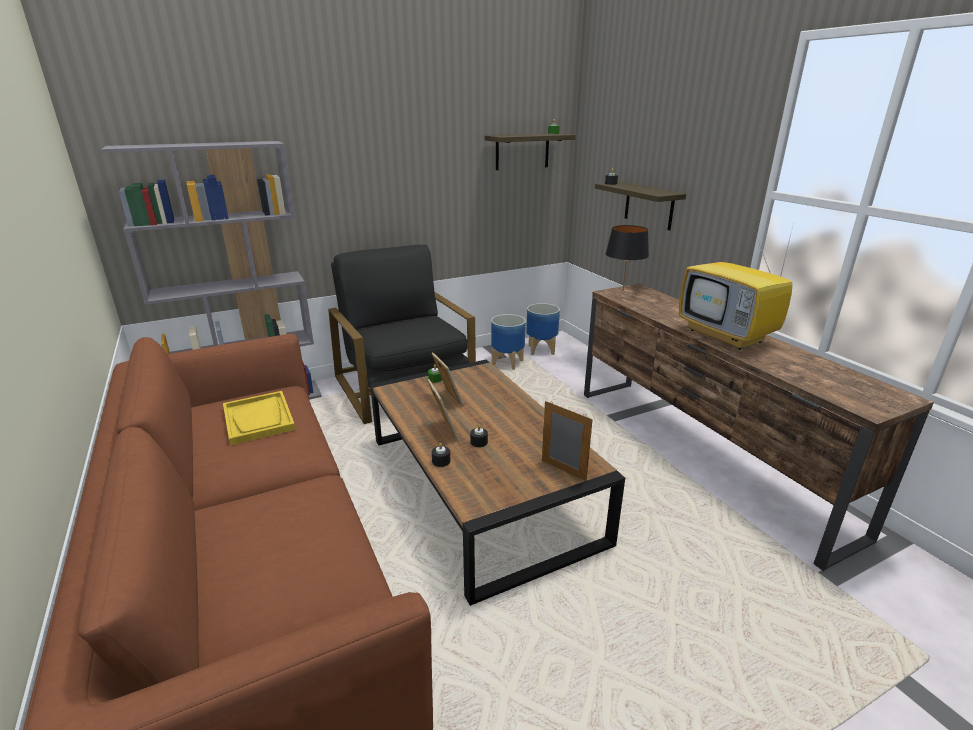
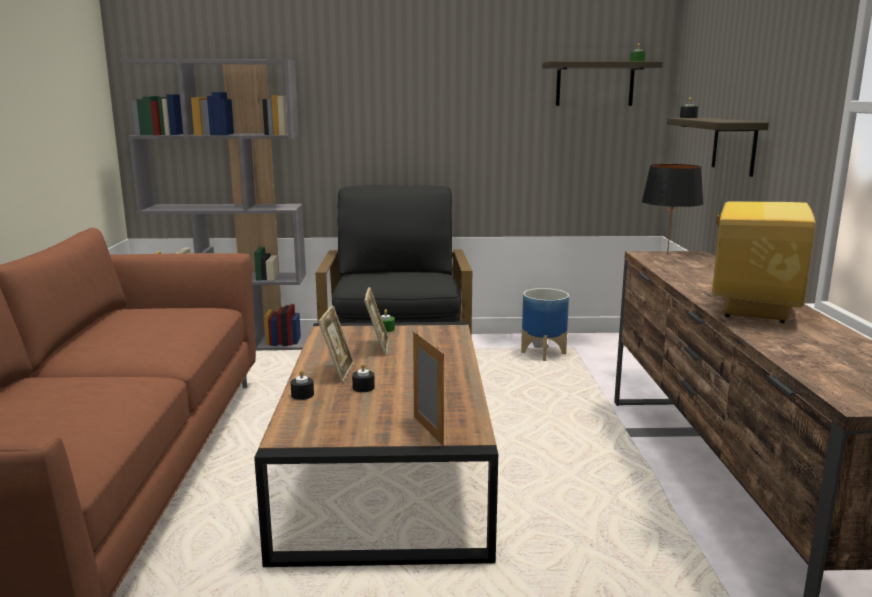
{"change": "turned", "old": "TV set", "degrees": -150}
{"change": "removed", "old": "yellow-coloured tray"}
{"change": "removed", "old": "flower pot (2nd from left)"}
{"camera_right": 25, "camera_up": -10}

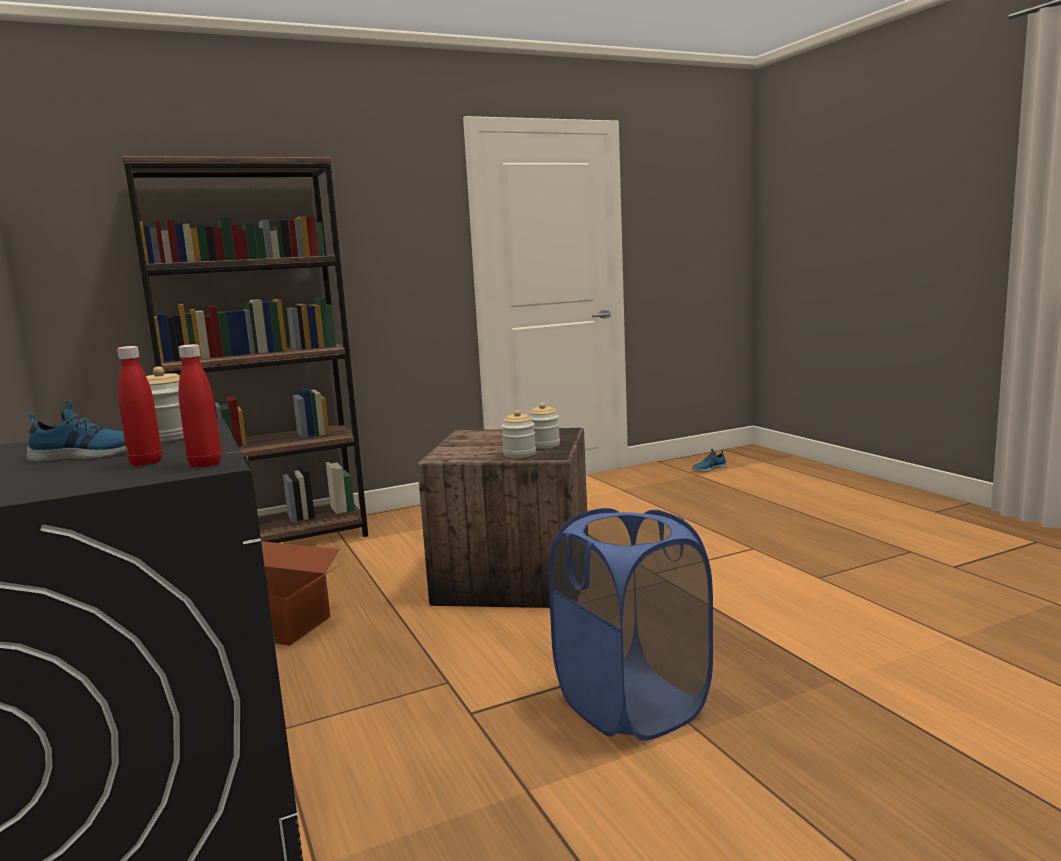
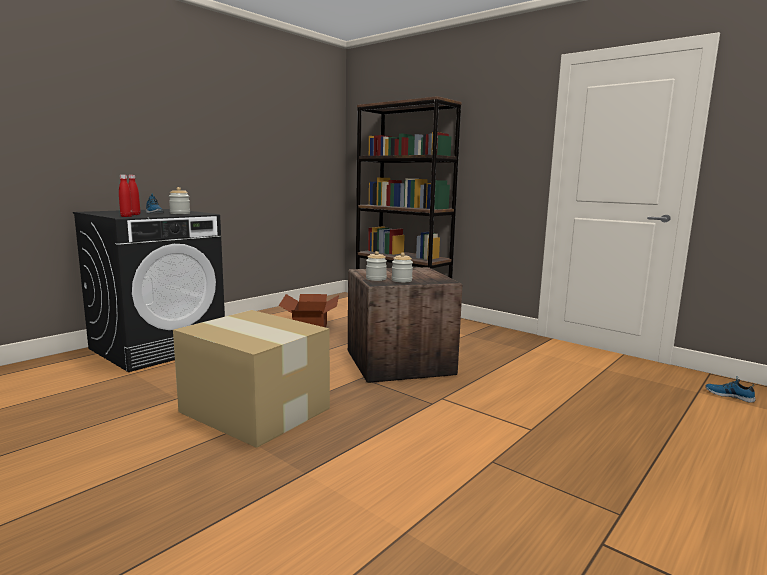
{"change": "replaced", "old": "blue-coloured hamper", "new": "cardboard box (1st from left)"}
{"camera_right": 65, "camera_up": 0}

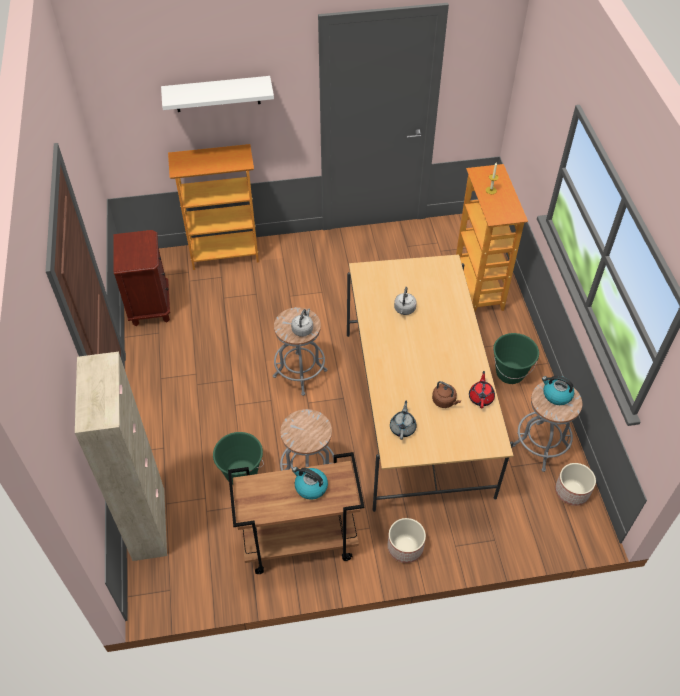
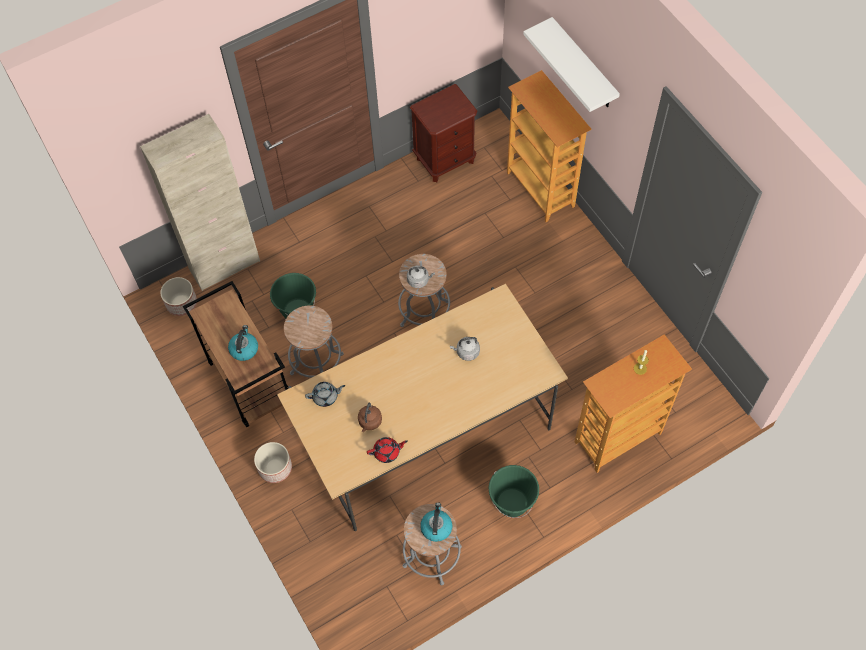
{"change": "moved", "old": "flower pot (2nd from left in the first image)", "new": "flower pot (1st from left)"}
{"camera_right": 70, "camera_up": 10}

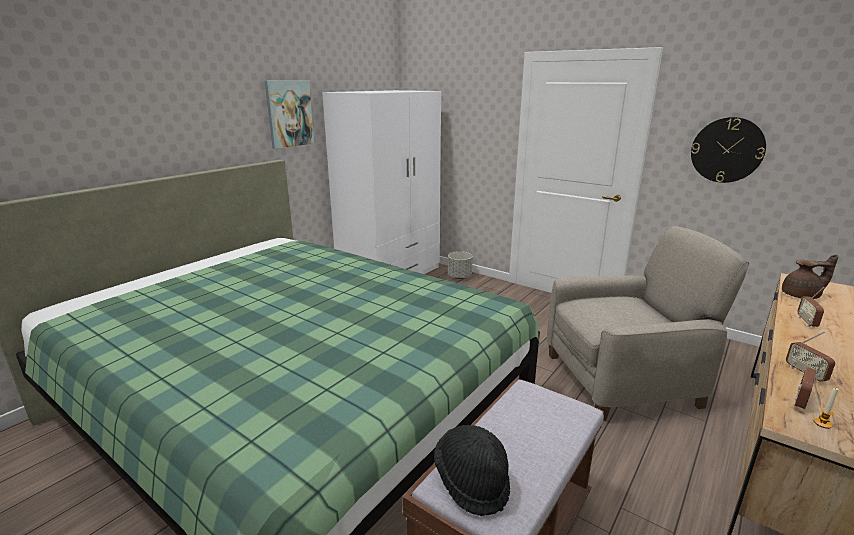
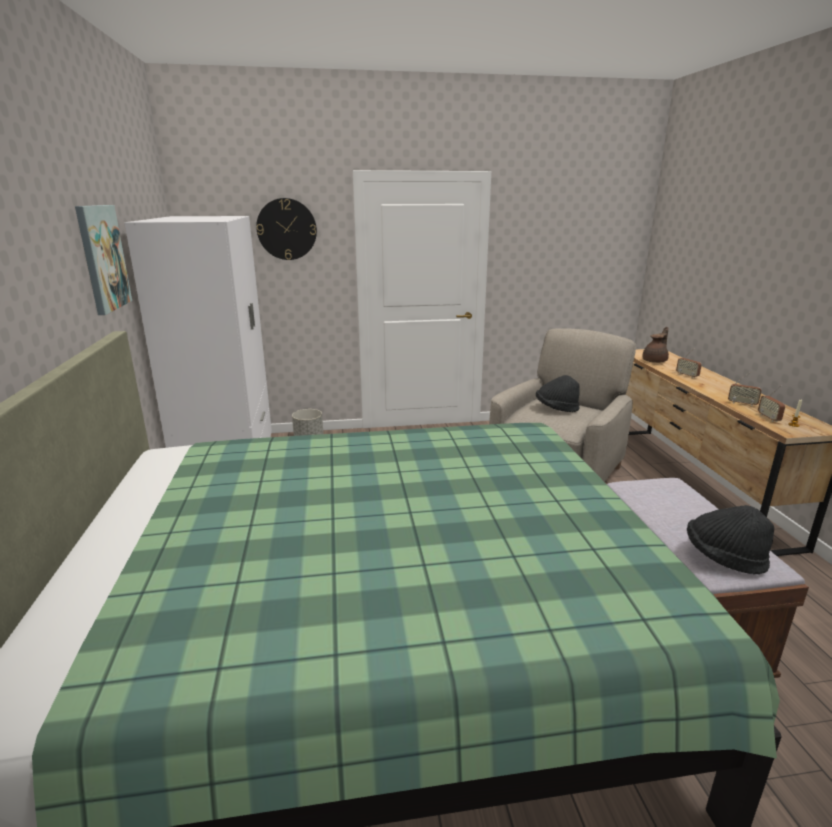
{"change": "moved", "old": "clock on the wall"}
{"change": "added", "new": "black clothing hat (1st from left)"}
{"camera_right": -45, "camera_up": 0}

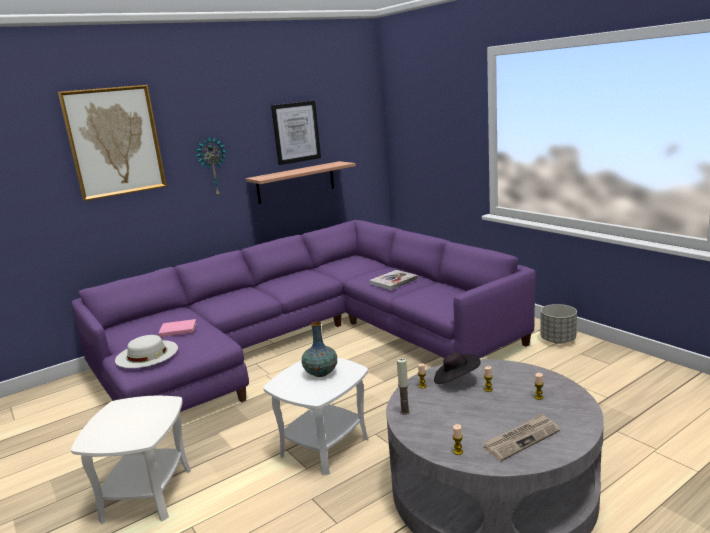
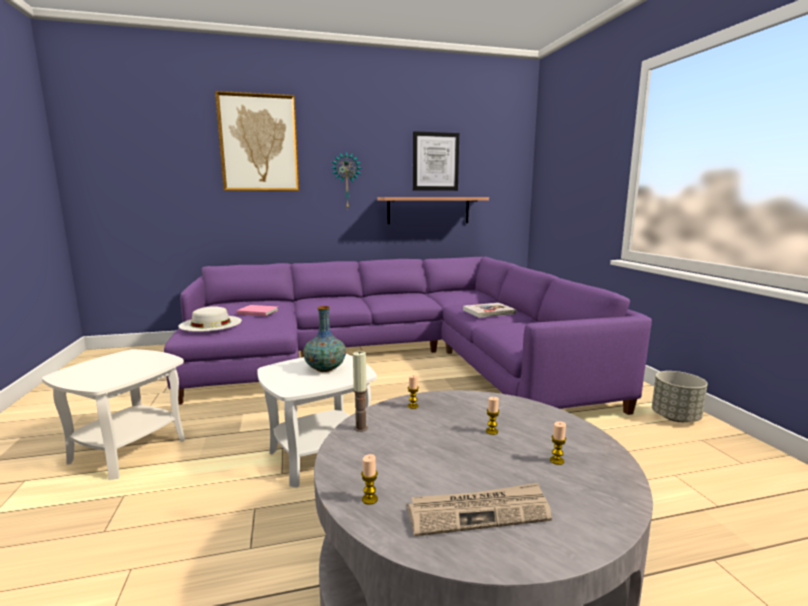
{"change": "removed", "old": "black clothing hat"}
{"camera_right": 20, "camera_up": -5}

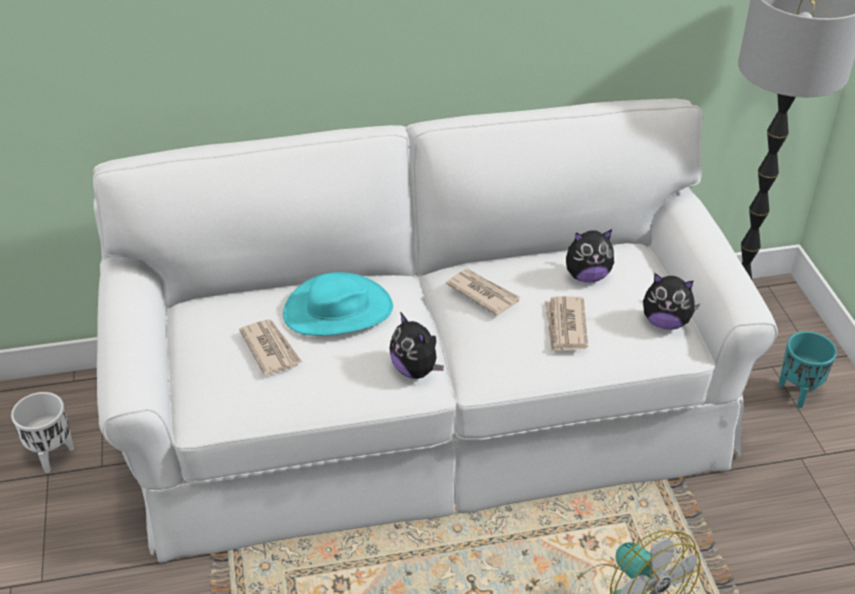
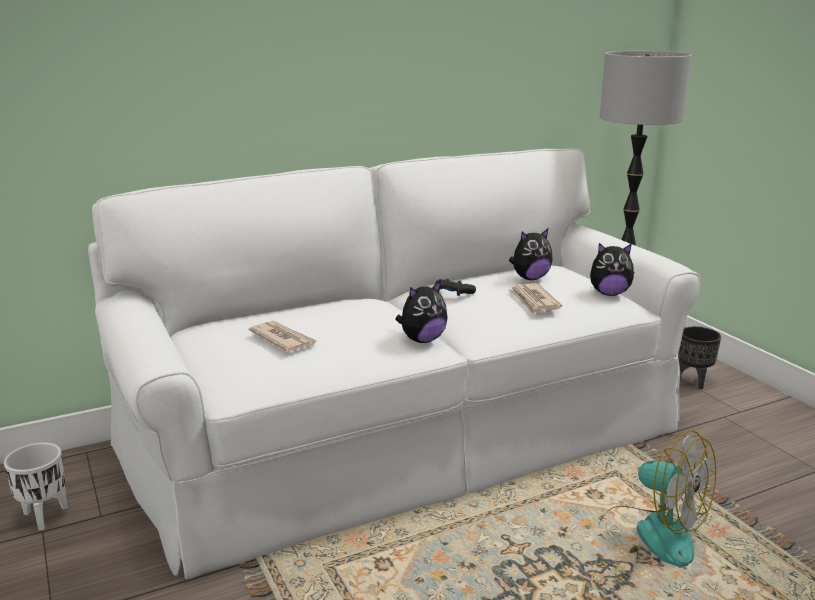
{"change": "turned", "old": "plush toy (1st from left)", "degrees": -75}
{"change": "replaced", "old": "printed paper (2nd from left)", "new": "black gamepad"}
{"change": "recoloured", "old": "turquoise flower pot", "new": "black flower pot"}
{"change": "removed", "old": "turquoise clothing hat"}
{"camera_right": -15, "camera_up": -20}

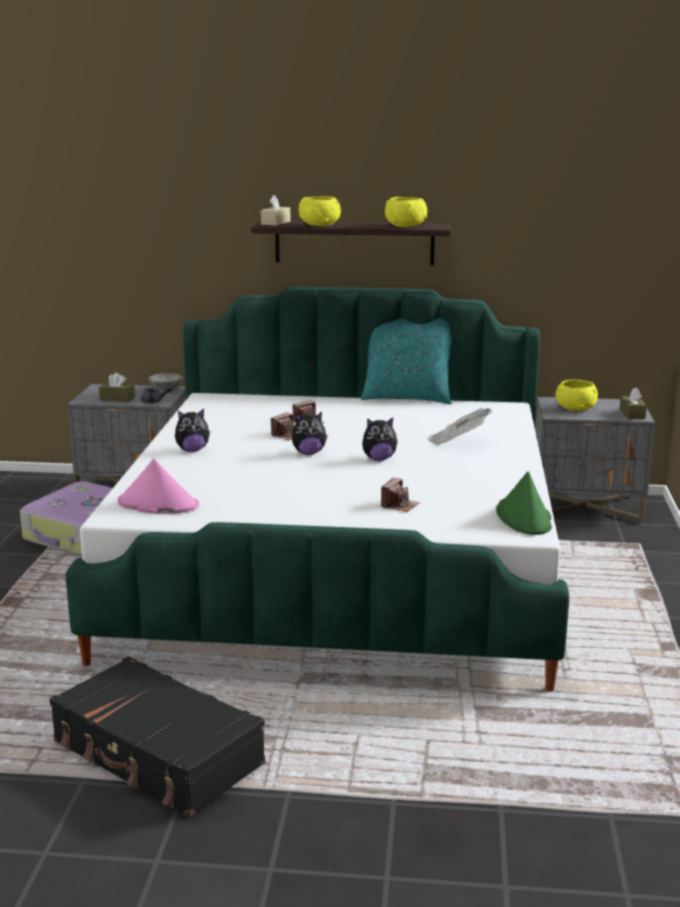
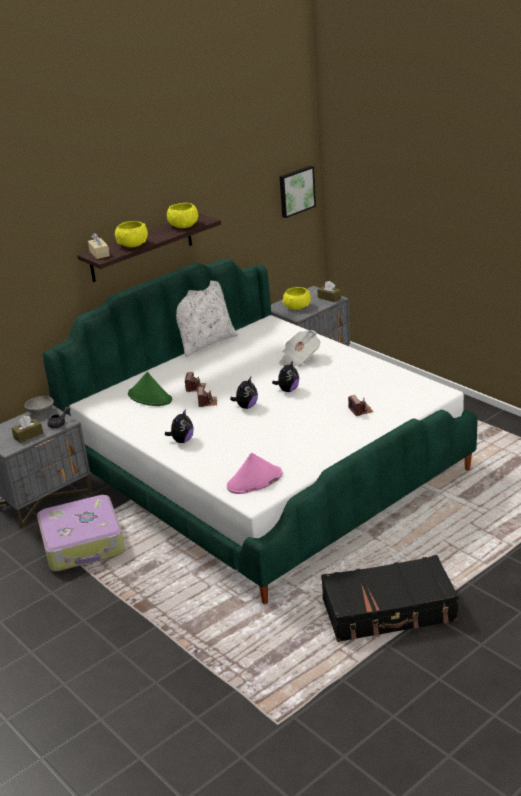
{"change": "moved", "old": "green-coloured clothing hat"}
{"change": "recoloured", "old": "turquoise pillow", "new": "white pillow"}
{"change": "added", "new": "picture"}
{"camera_right": -45, "camera_up": 10}

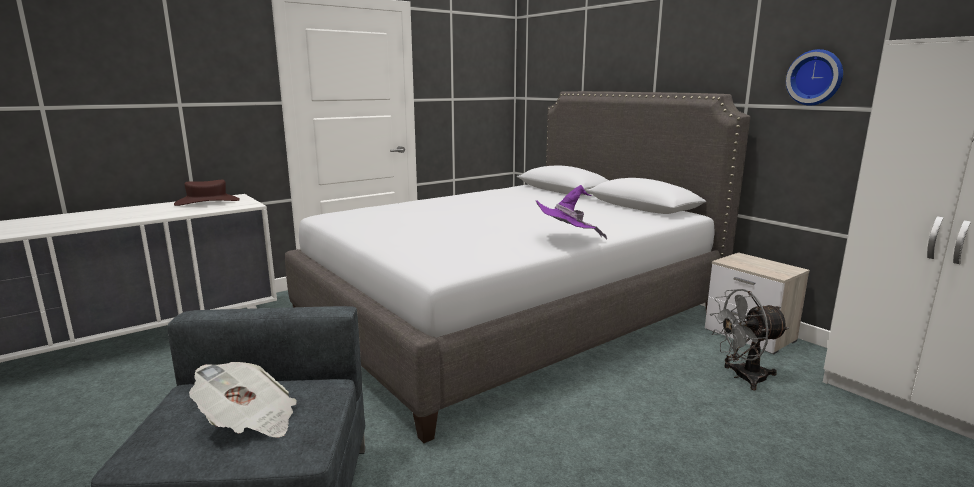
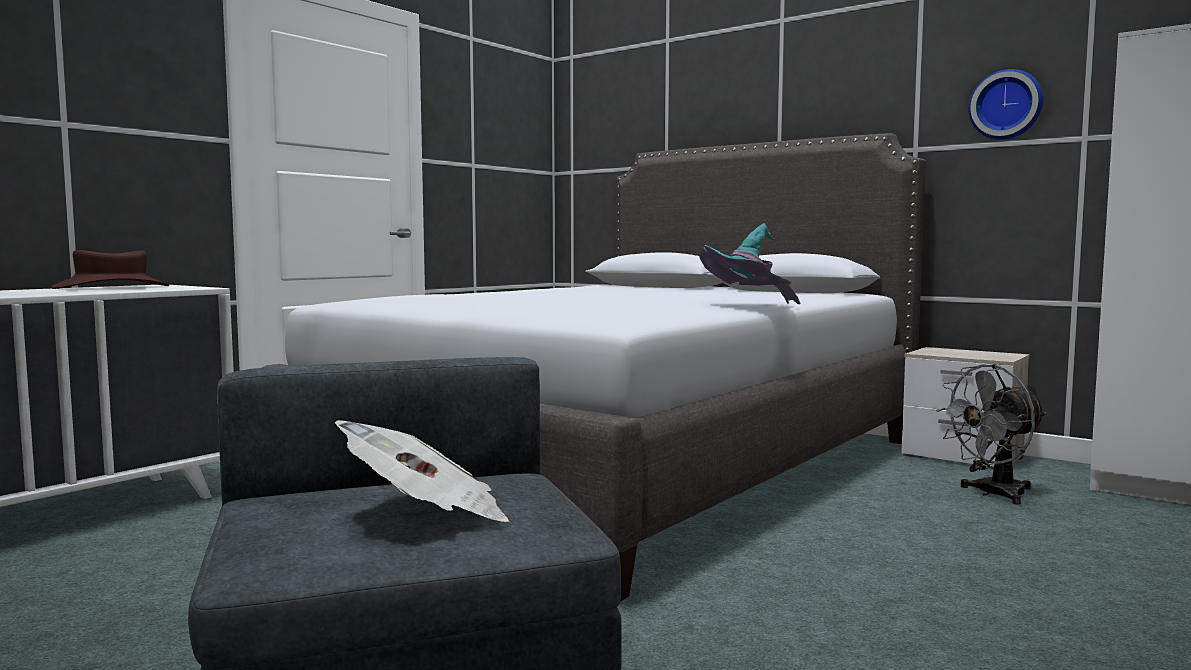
{"change": "recoloured", "old": "purple-coloured clothing hat", "new": "turquoise clothing hat"}
{"camera_right": -15, "camera_up": -10}

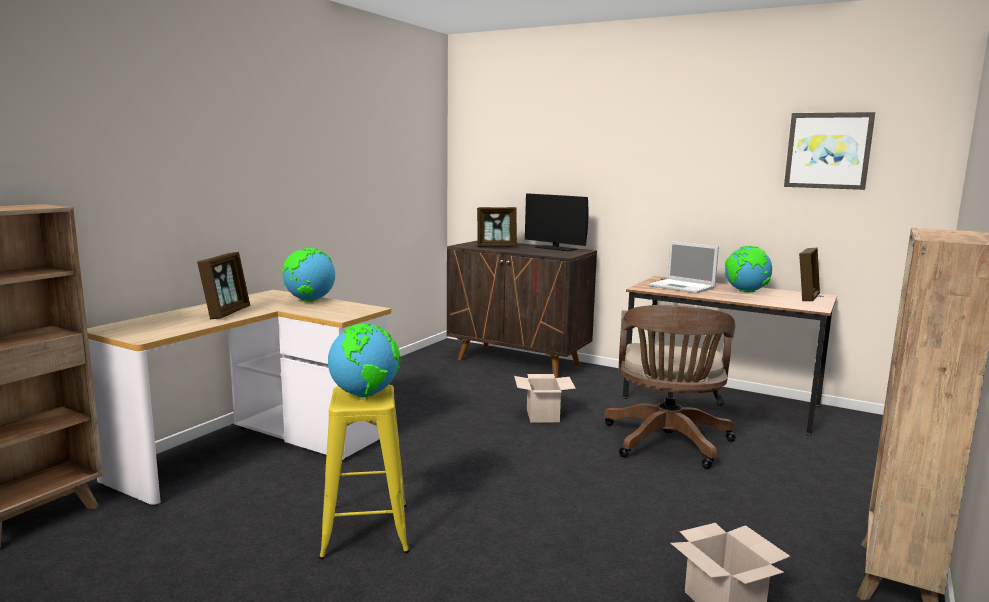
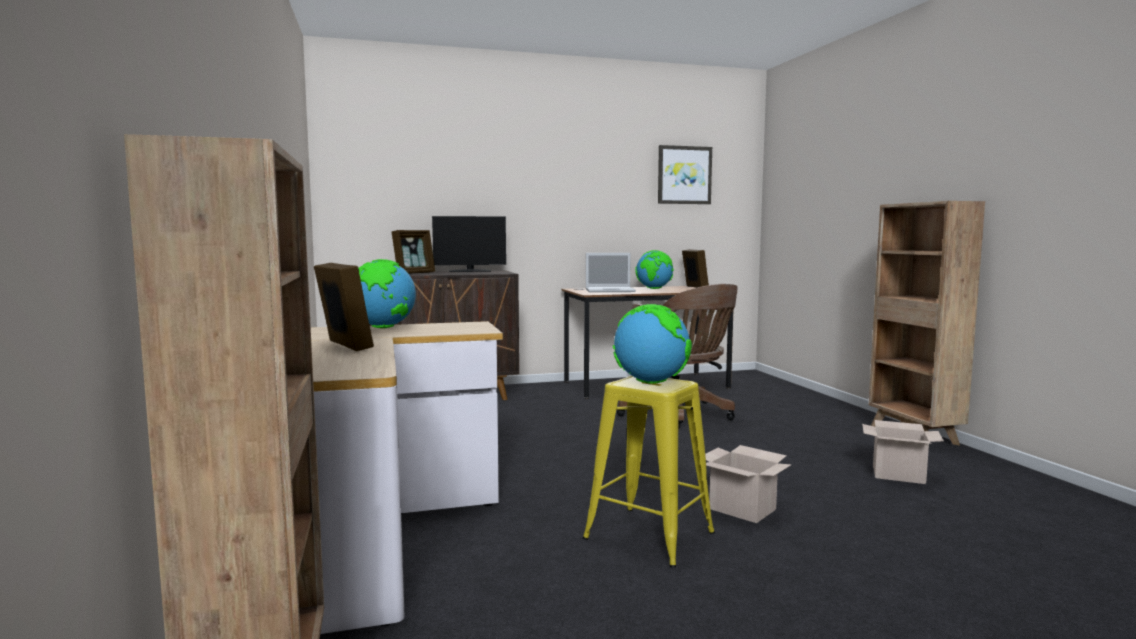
{"change": "moved", "old": "cardboard box (1st from left)"}
{"camera_right": -45, "camera_up": -5}

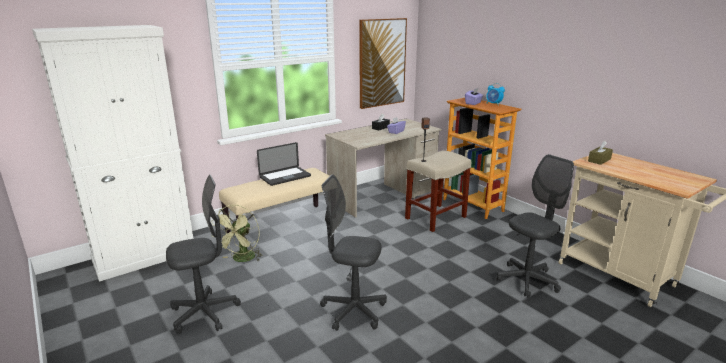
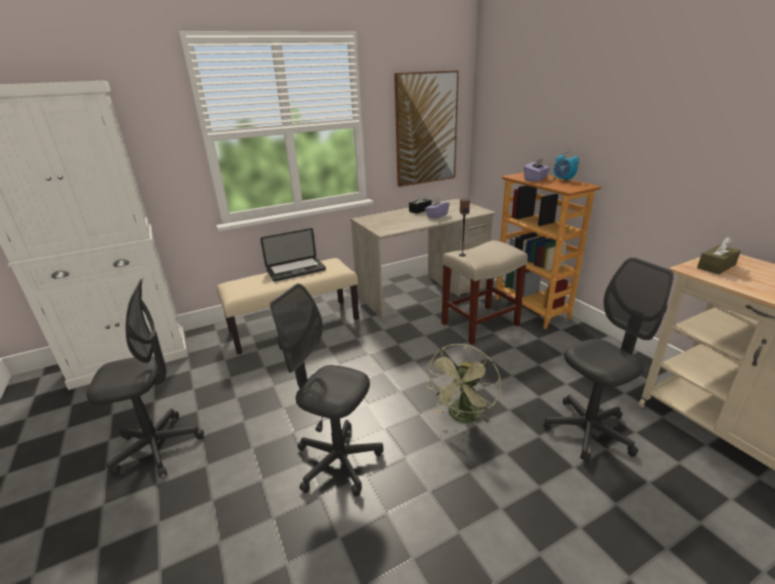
{"change": "moved", "old": "green-coloured fan"}
{"camera_right": 10, "camera_up": 5}

